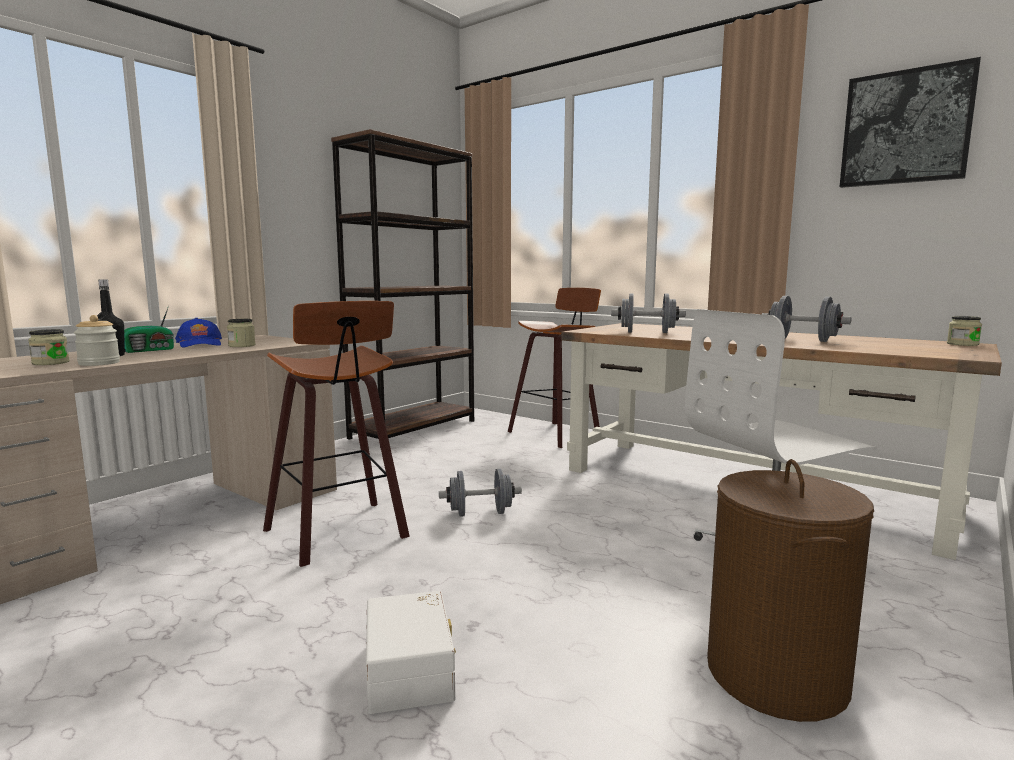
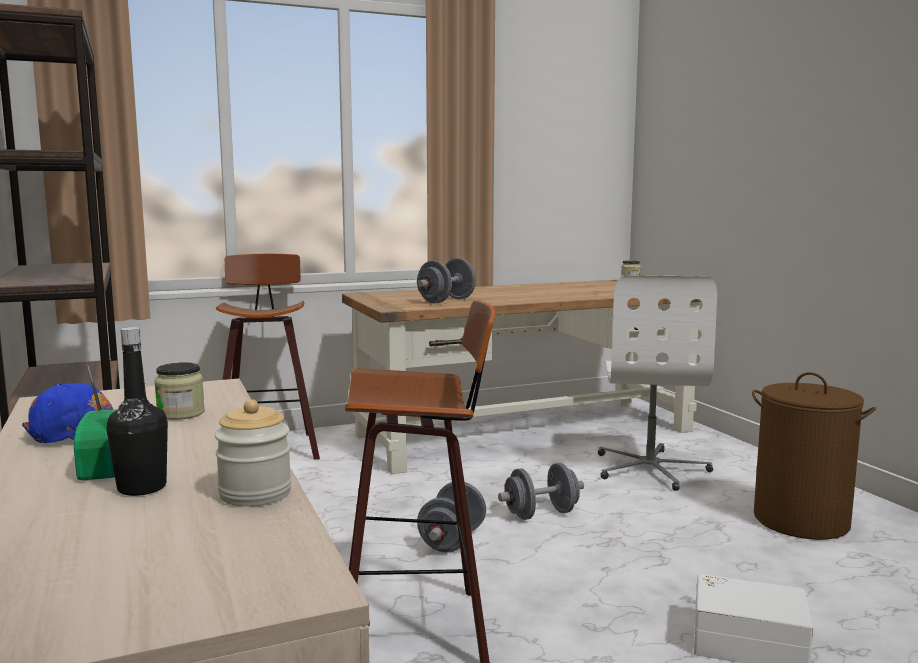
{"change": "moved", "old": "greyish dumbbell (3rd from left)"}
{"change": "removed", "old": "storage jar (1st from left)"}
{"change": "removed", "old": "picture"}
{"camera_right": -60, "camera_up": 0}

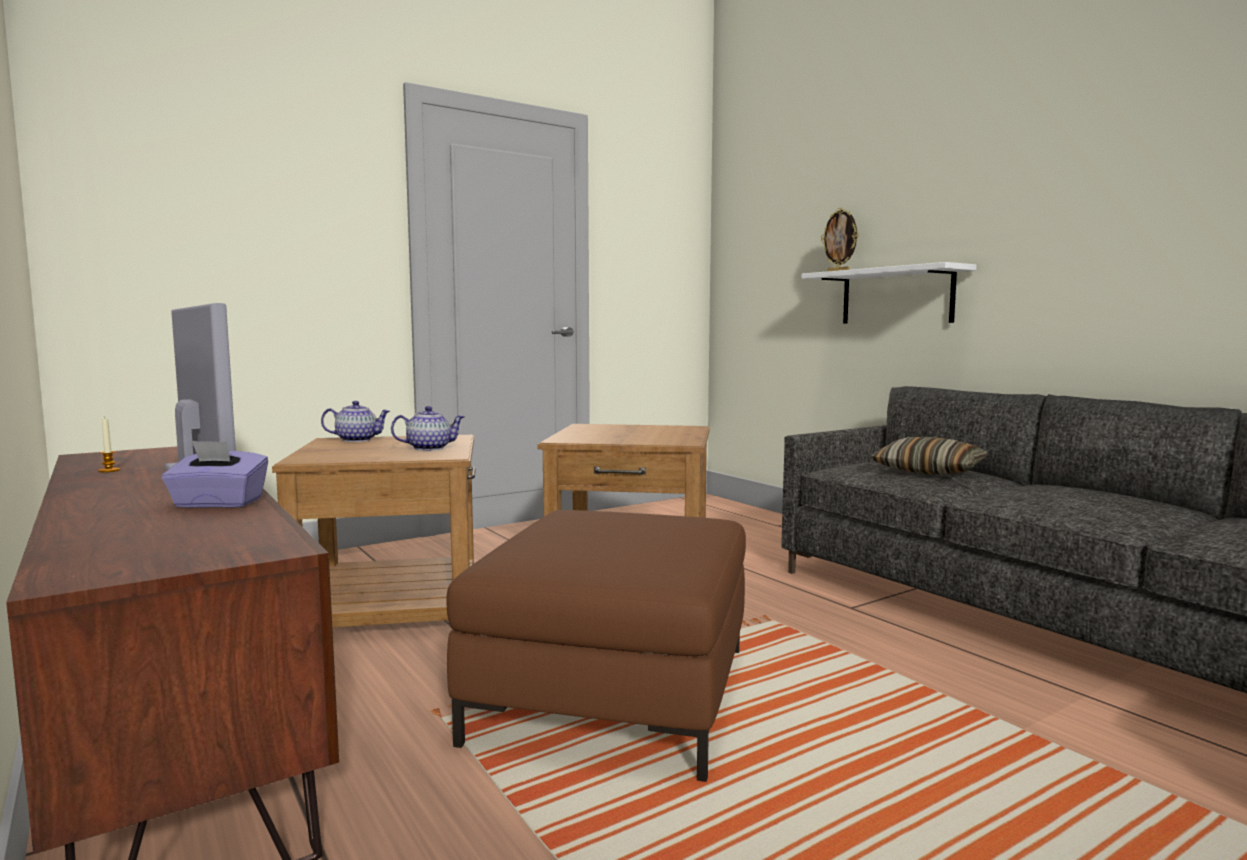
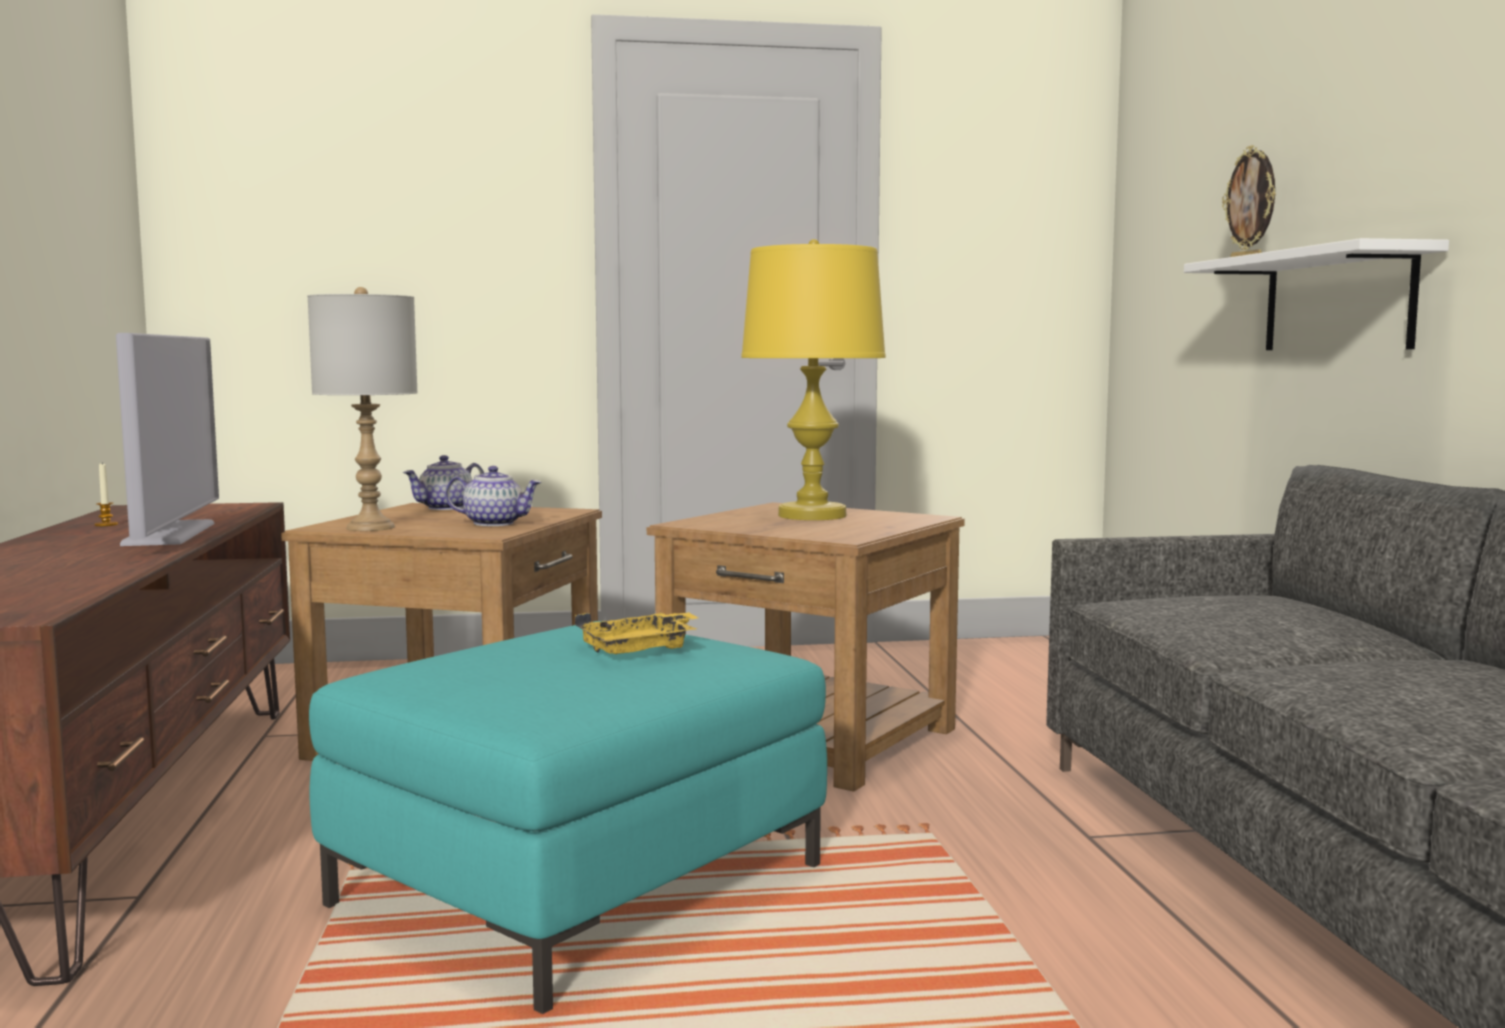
{"change": "added", "new": "greyish lamp for a table"}
{"change": "recoloured", "old": "brown-coloured footrest", "new": "turquoise footrest"}
{"change": "turned", "old": "tea pot (1st from left)", "degrees": 120}
{"change": "added", "new": "yellow-coloured tray"}
{"change": "added", "new": "yellow-coloured lamp for a table"}
{"change": "removed", "old": "purple-coloured tissue box"}
{"change": "removed", "old": "pillow"}
{"camera_right": 25, "camera_up": 0}

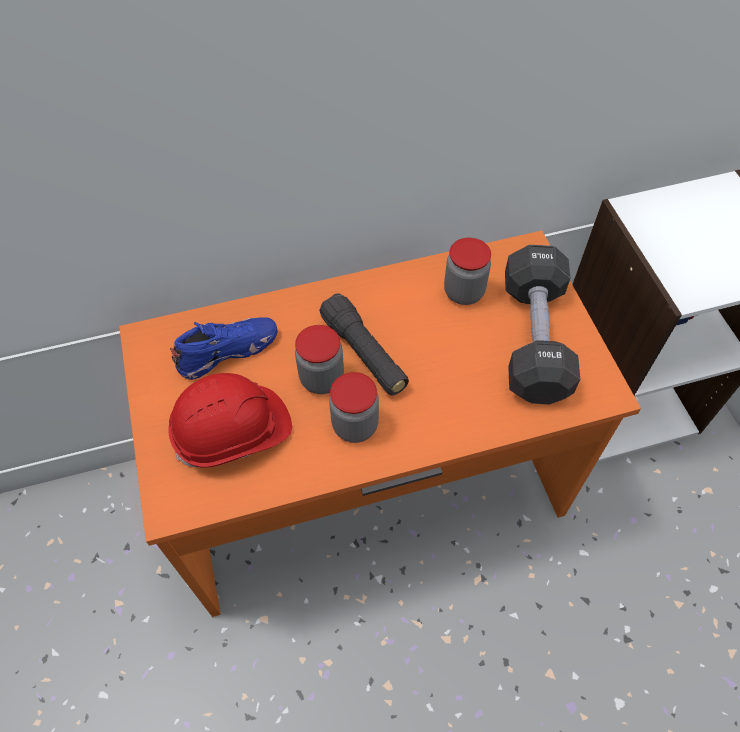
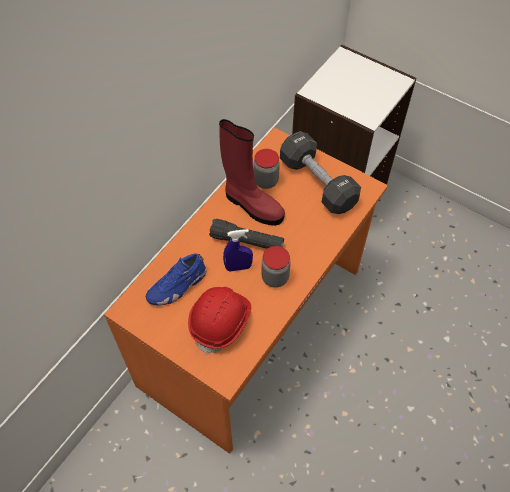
{"change": "turned", "old": "blue-coloured low shoe", "degrees": -150}
{"change": "added", "new": "red tall boot"}
{"change": "replaced", "old": "storage jar (1st from left)", "new": "blue-coloured spray bottle"}
{"camera_right": -40, "camera_up": 0}

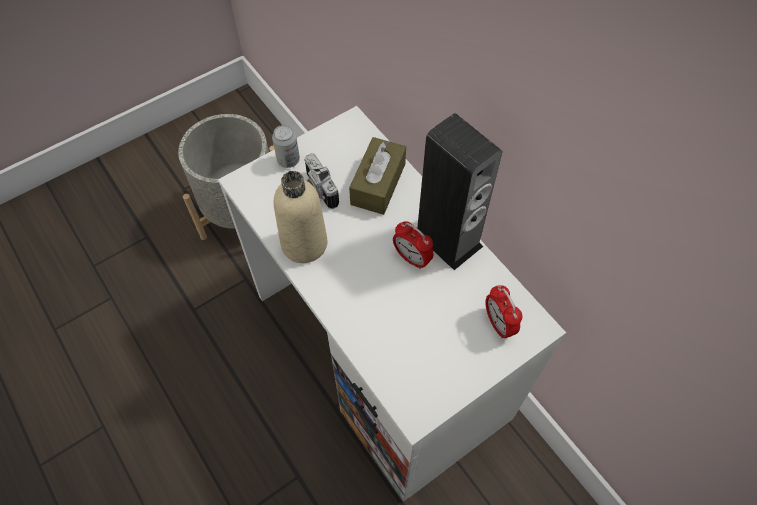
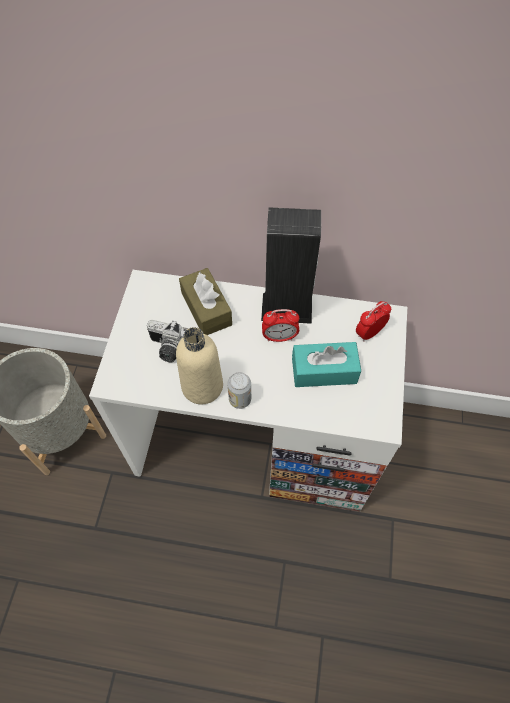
{"change": "moved", "old": "sealed can"}
{"change": "added", "new": "turquoise tissue box"}
{"change": "turned", "old": "bedside clock (2nd from left)", "degrees": 120}
{"camera_right": -45, "camera_up": 0}

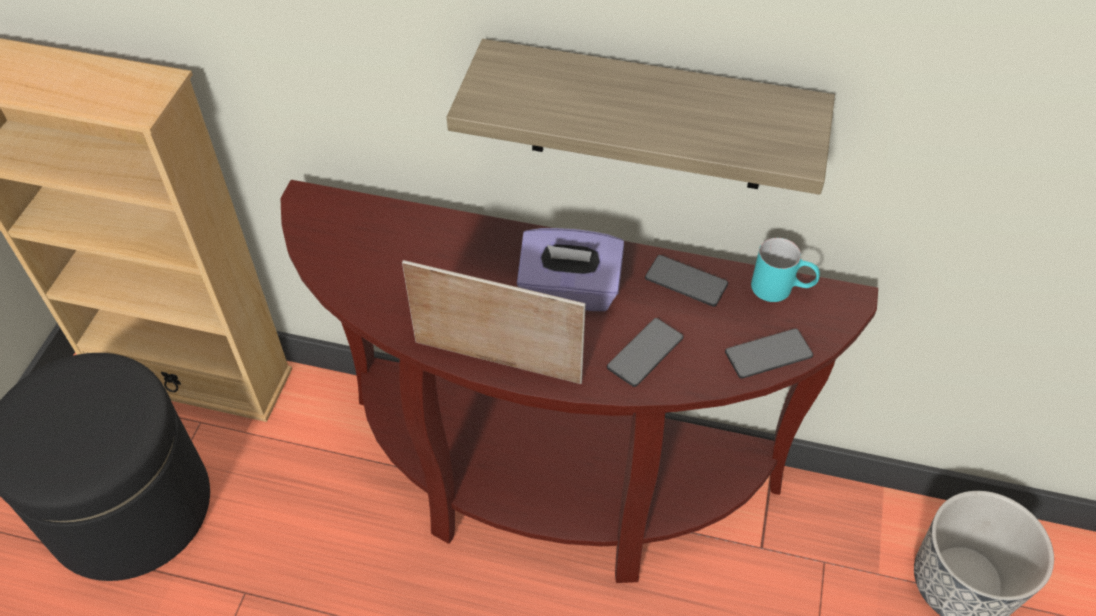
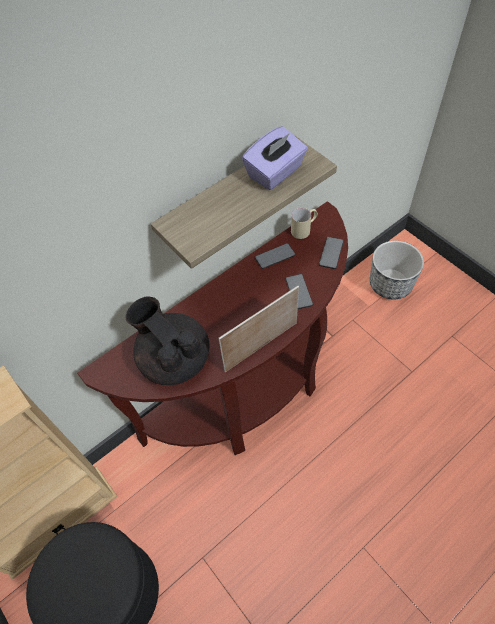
{"change": "added", "new": "black tea pot"}
{"change": "moved", "old": "purple-coloured tissue box"}
{"change": "recoloured", "old": "turquoise coffee mug", "new": "sand-coloured coffee mug"}
{"camera_right": -50, "camera_up": 5}

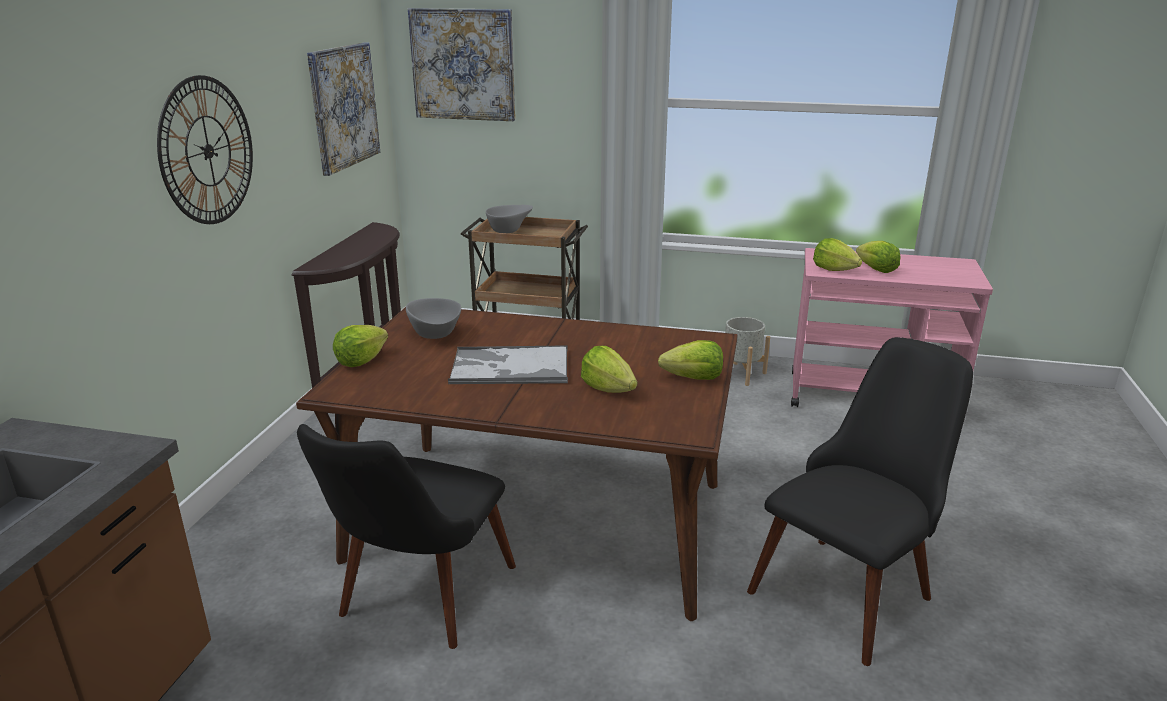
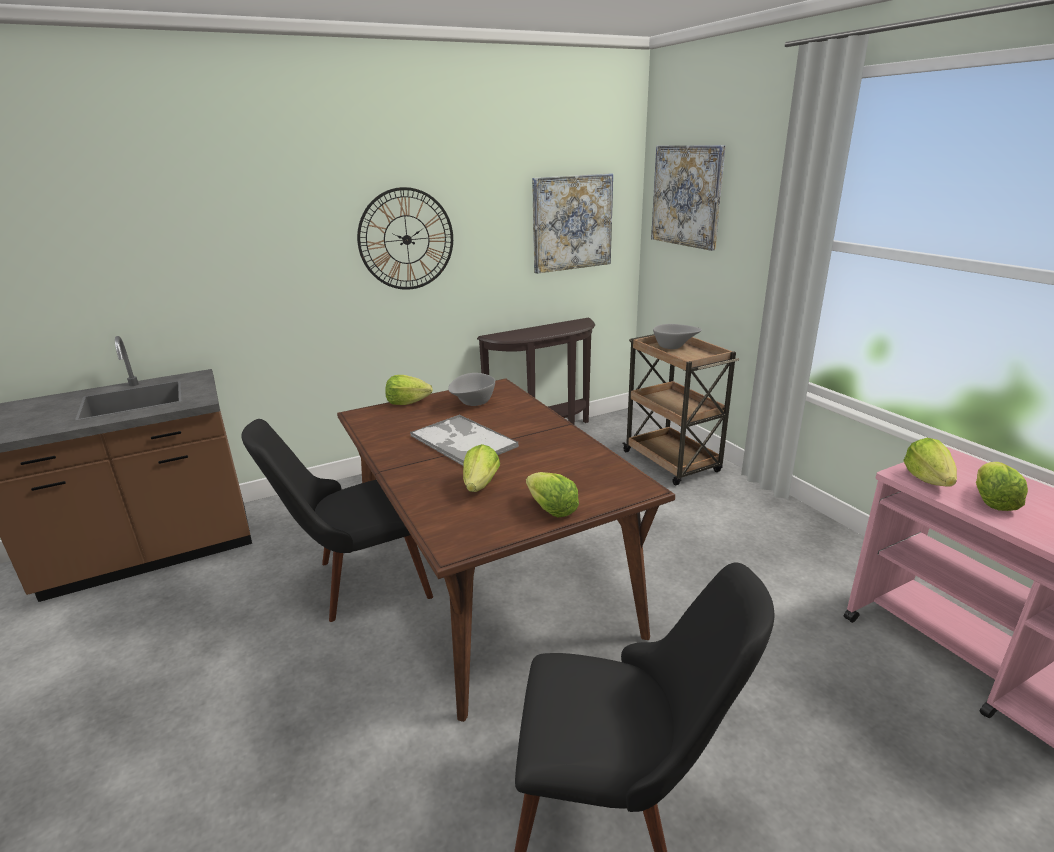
{"change": "removed", "old": "greyish flower pot"}
{"camera_right": 50, "camera_up": 0}

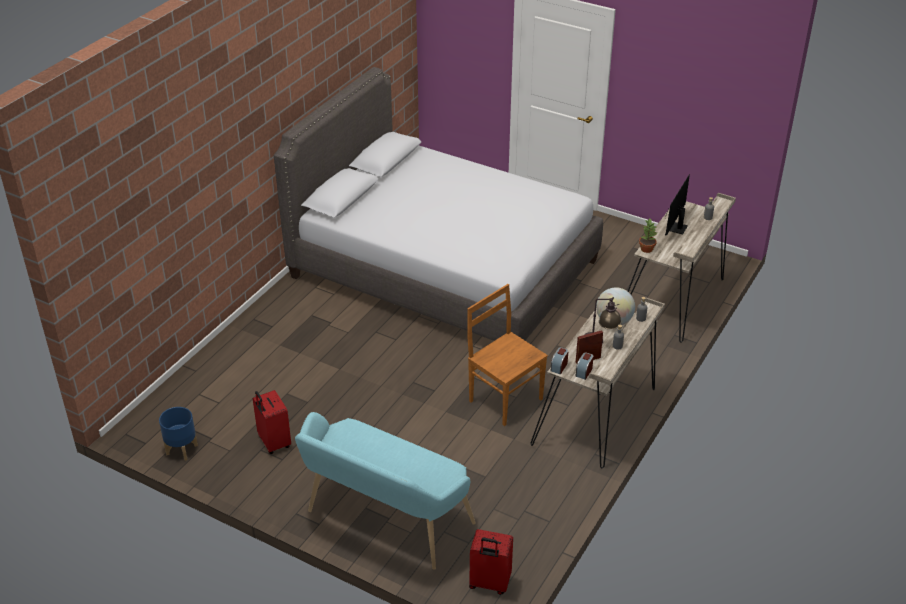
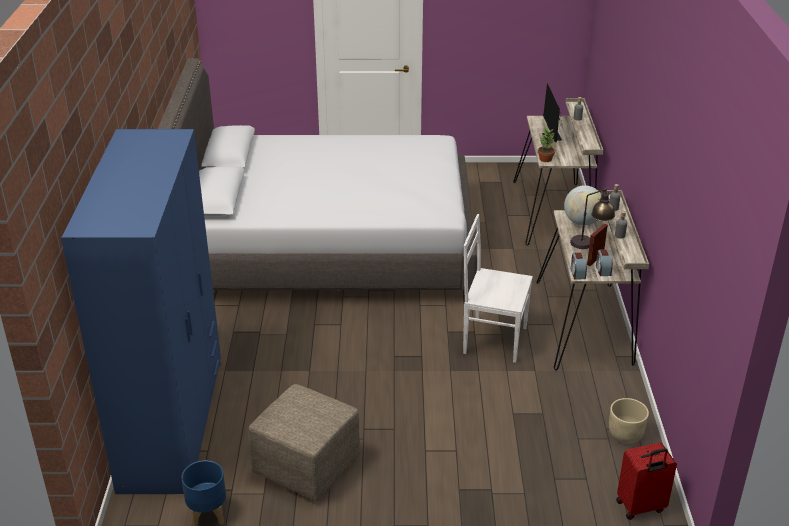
{"change": "added", "new": "blue-coloured armoire"}
{"change": "replaced", "old": "red travel case (1st from left)", "new": "sand-coloured footrest"}
{"change": "recoloured", "old": "brown-coloured upright chair", "new": "white upright chair"}
{"change": "added", "new": "sand-coloured flower pot"}
{"change": "removed", "old": "turquoise indoor bench"}
{"camera_right": -30, "camera_up": -5}

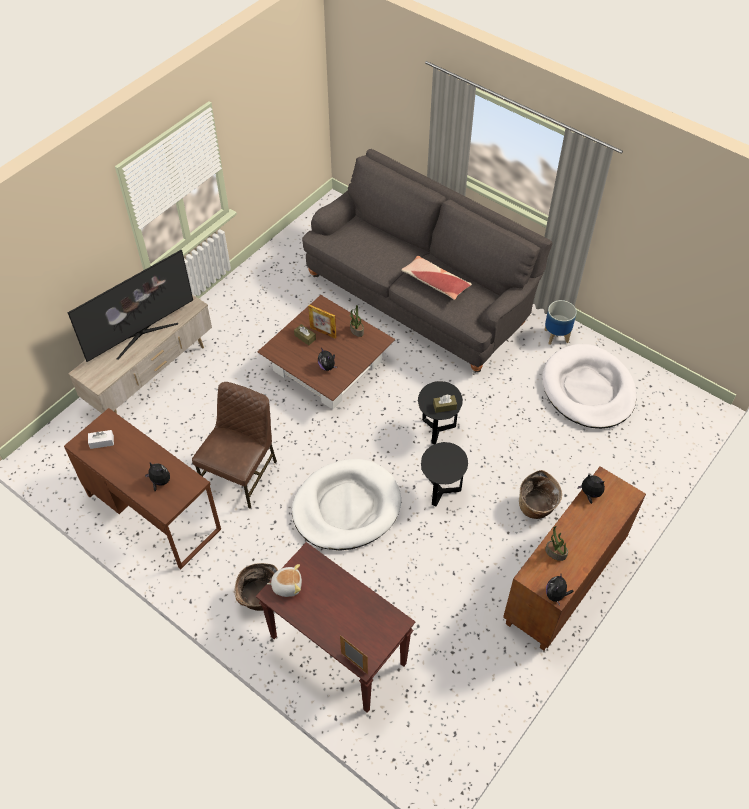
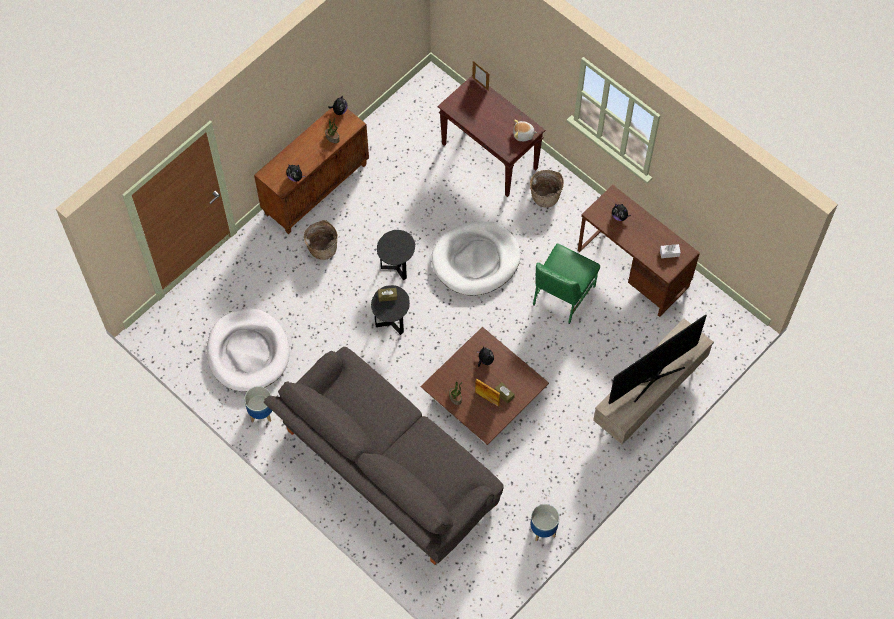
{"change": "added", "new": "flower pot (2nd from left)"}
{"change": "recoloured", "old": "brown-coloured upright chair", "new": "green-coloured upright chair"}
{"change": "removed", "old": "pillow"}
{"camera_right": -175, "camera_up": 10}

